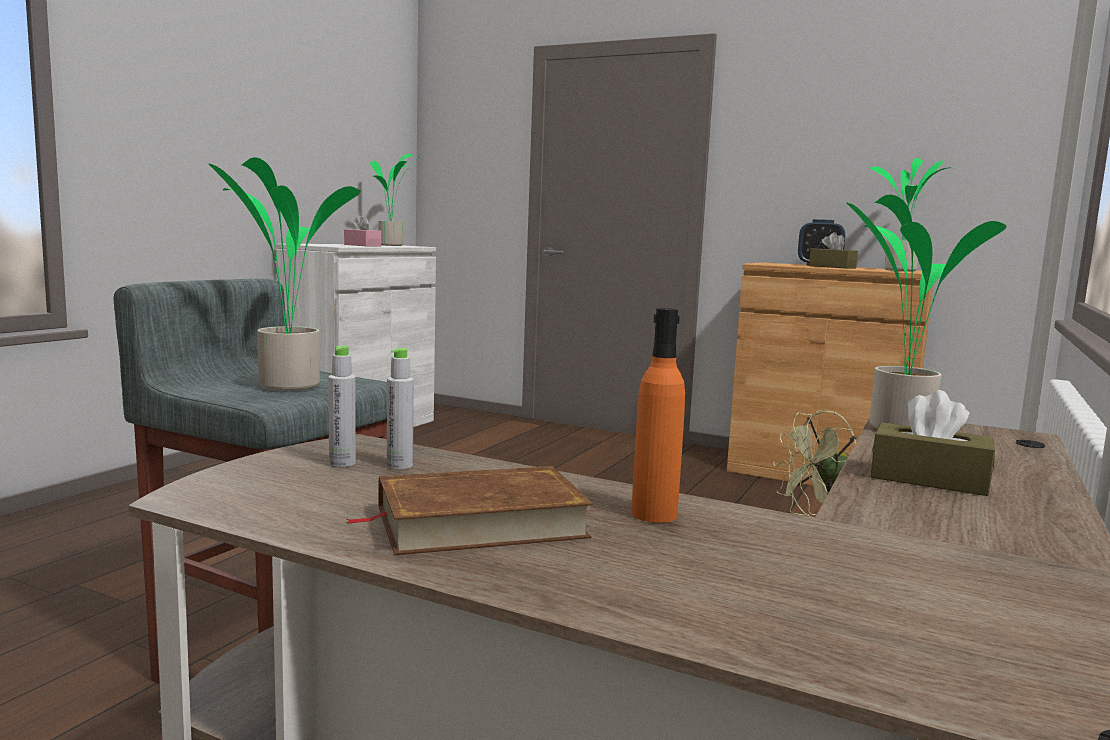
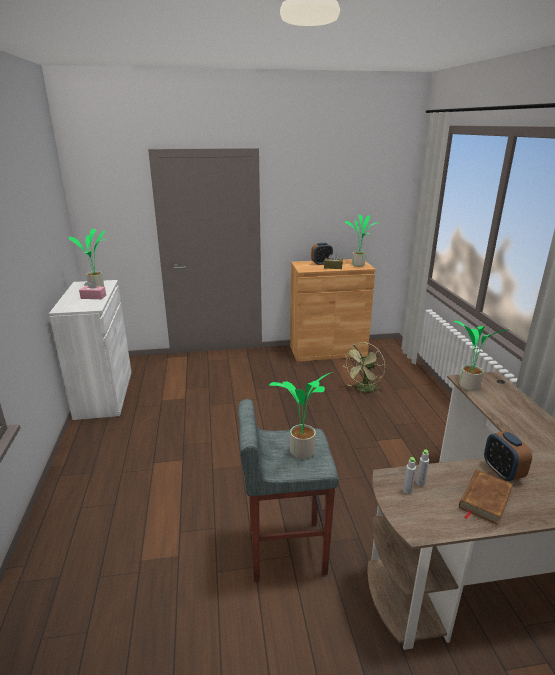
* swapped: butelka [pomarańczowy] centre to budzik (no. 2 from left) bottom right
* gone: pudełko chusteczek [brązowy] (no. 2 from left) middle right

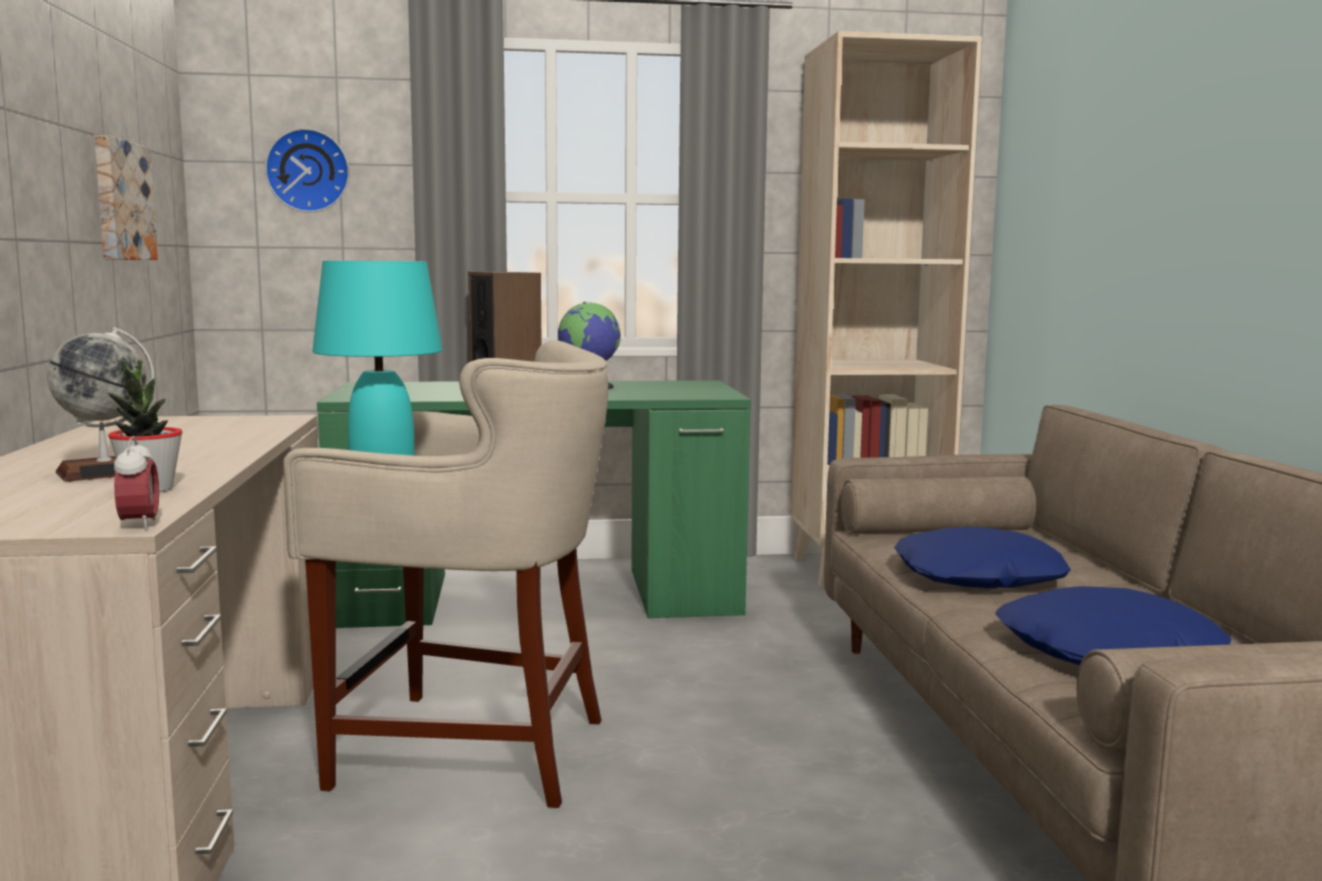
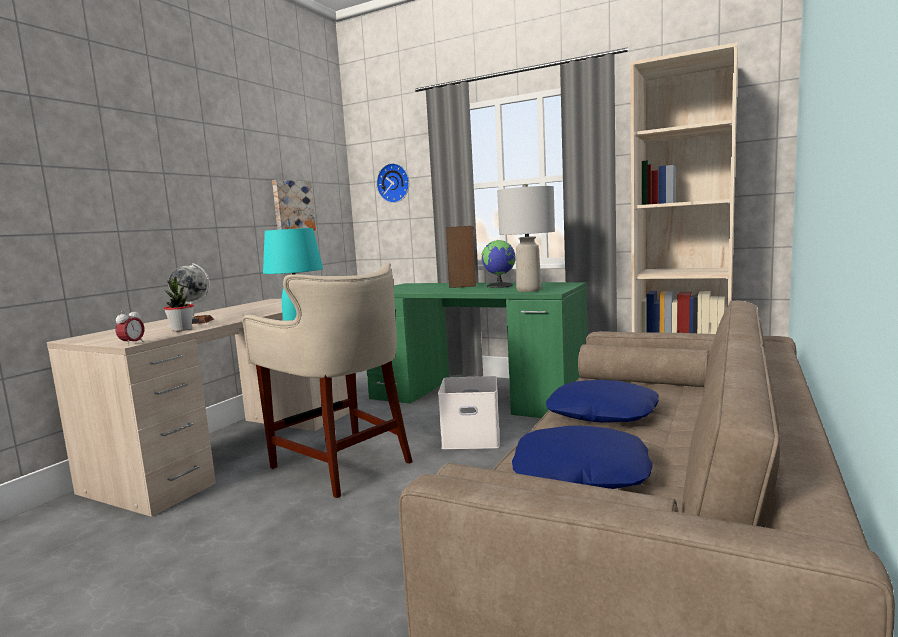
* new: pojemnik do przechowywania [biały] centre
* new: lampa stołowa [szary] centre

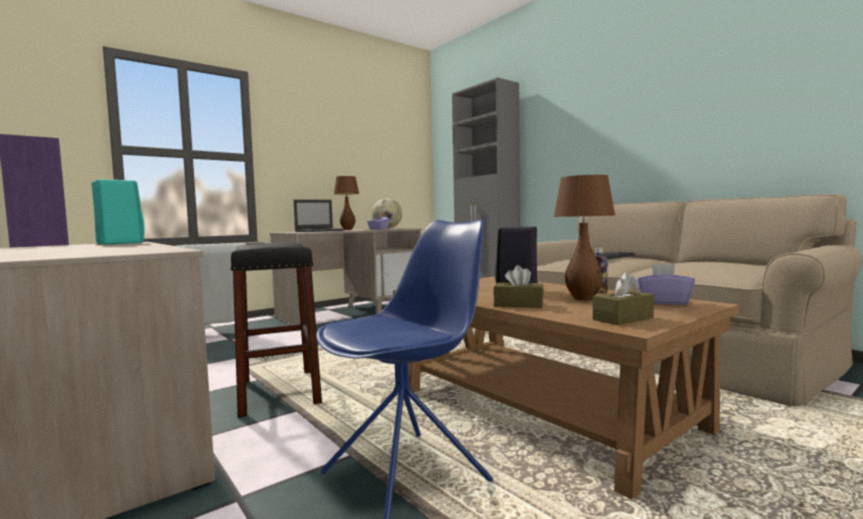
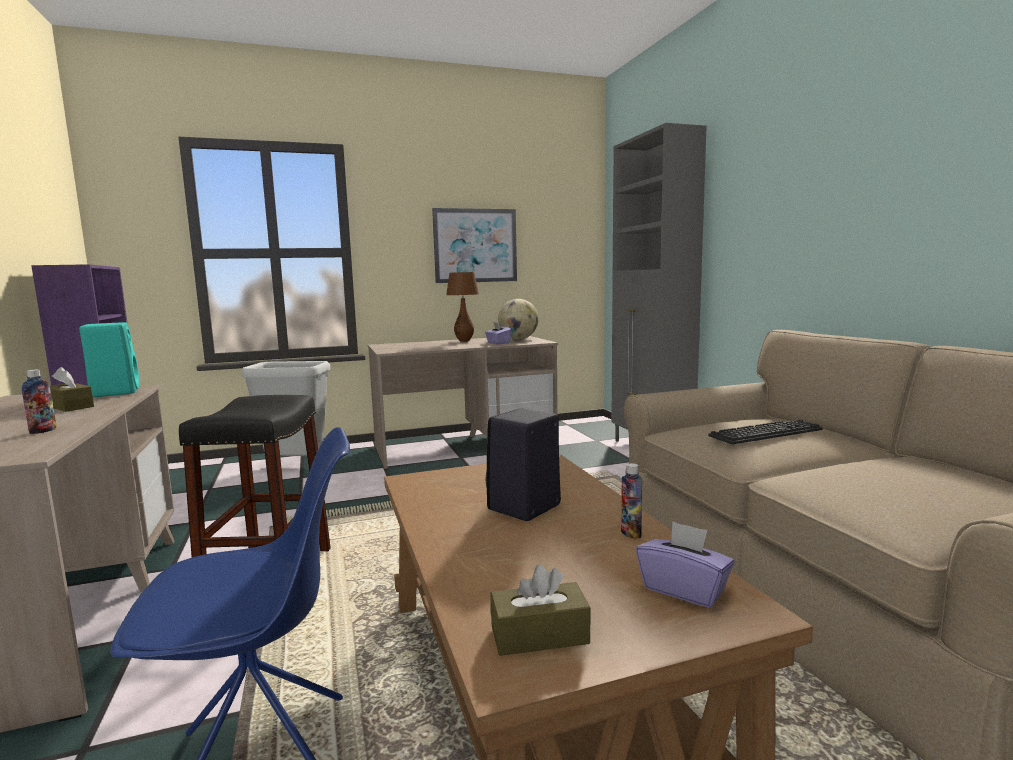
* new: butelka (no. 1 from left) middle left
* shifted: pudełko chusteczek [brązowy] (no. 1 from left) centre to middle left
* new: obraz top centre
* gone: laptop centre
* gone: lampa stołowa [brązowy] (no. 2 from left) middle right

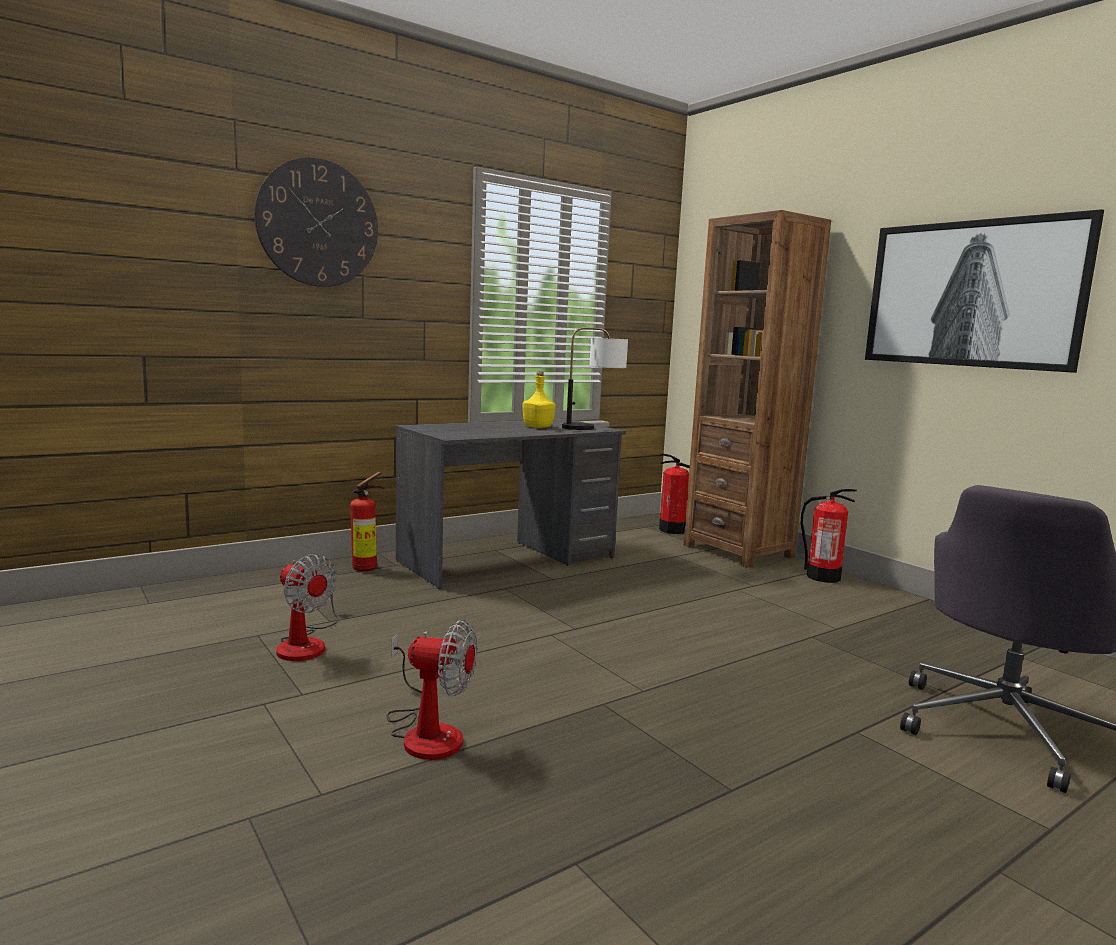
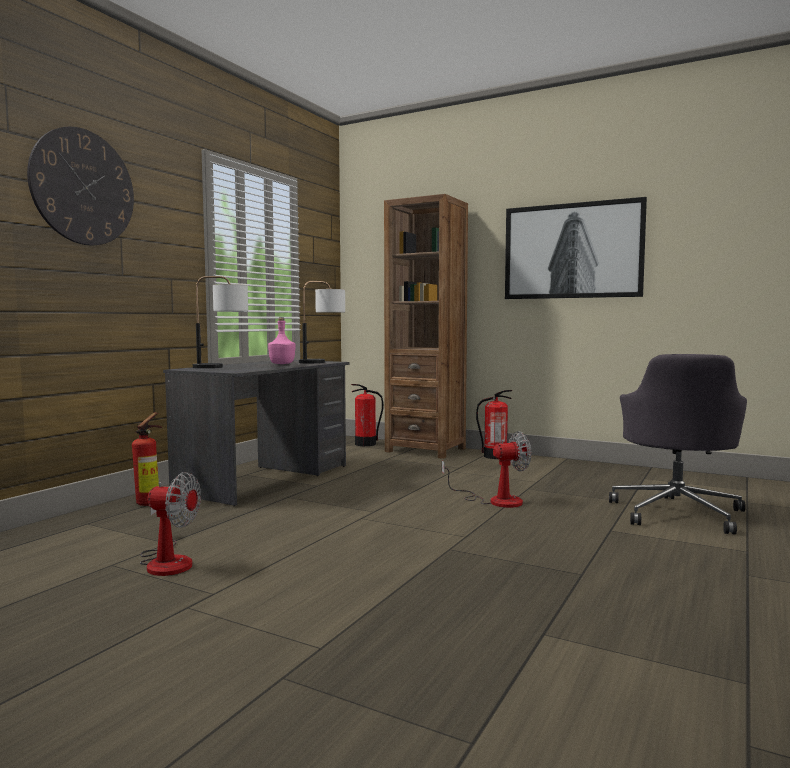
* new: lampa stołowa (no. 1 from left) middle left
* repainted: butelka [żółty] centre to butelka [różowy] centre
* shifted: wentylator (no. 2 from left) bottom centre to centre

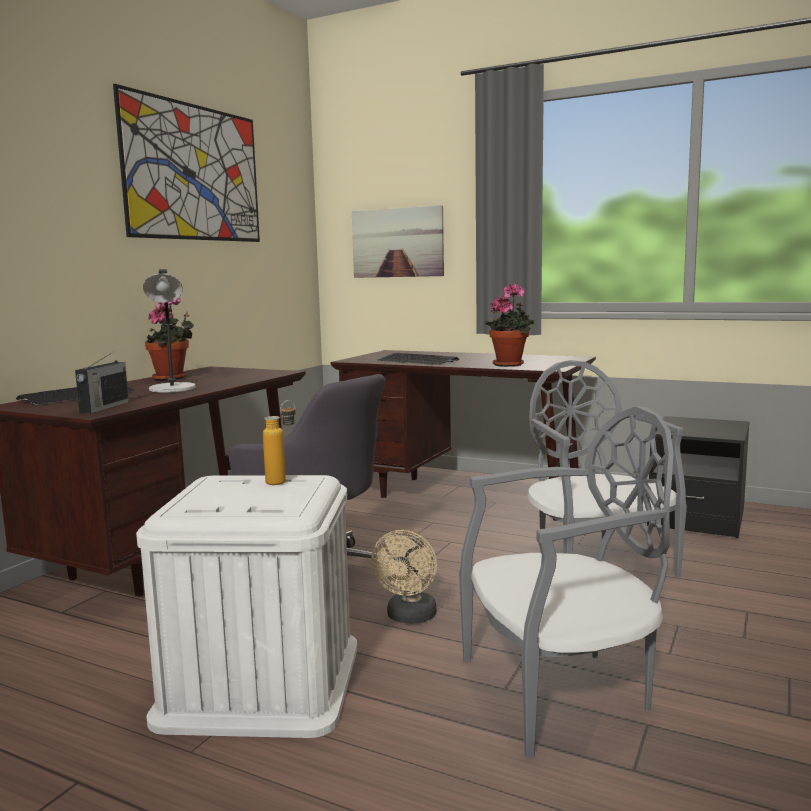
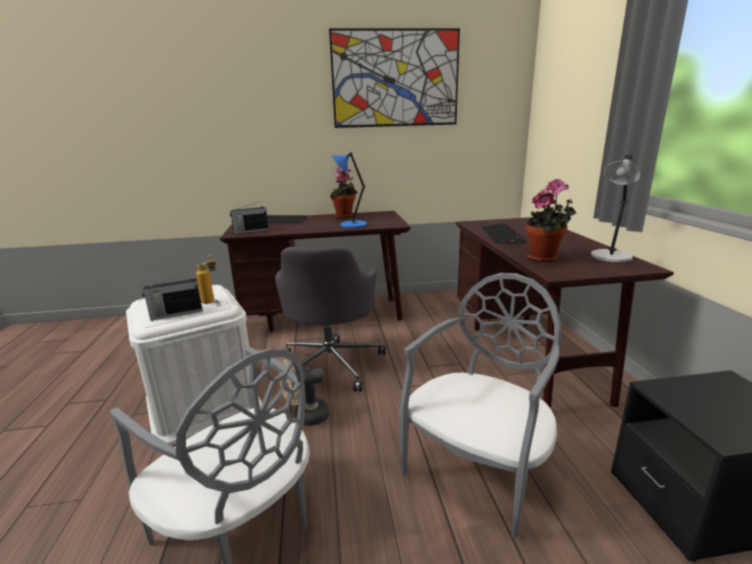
* new: radio (no. 1 from left) middle left
* new: lampa stołowa [niebieski] centre
* shifted: lampa stołowa [szary] middle left to middle right
* gone: obraz (no. 2 from left) top centre

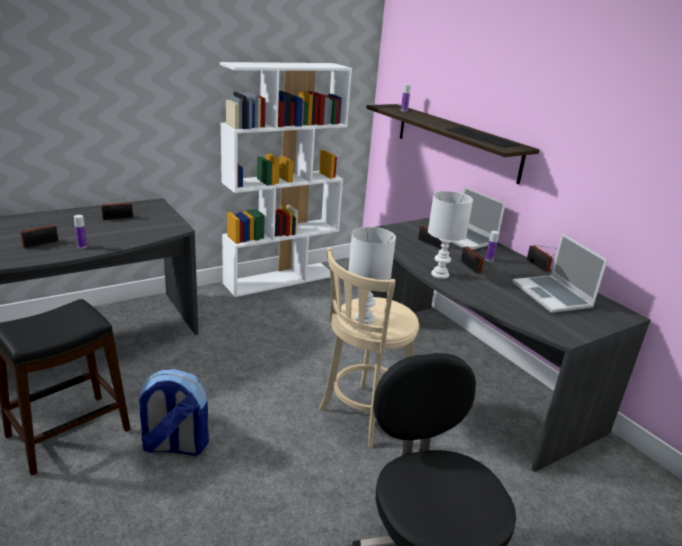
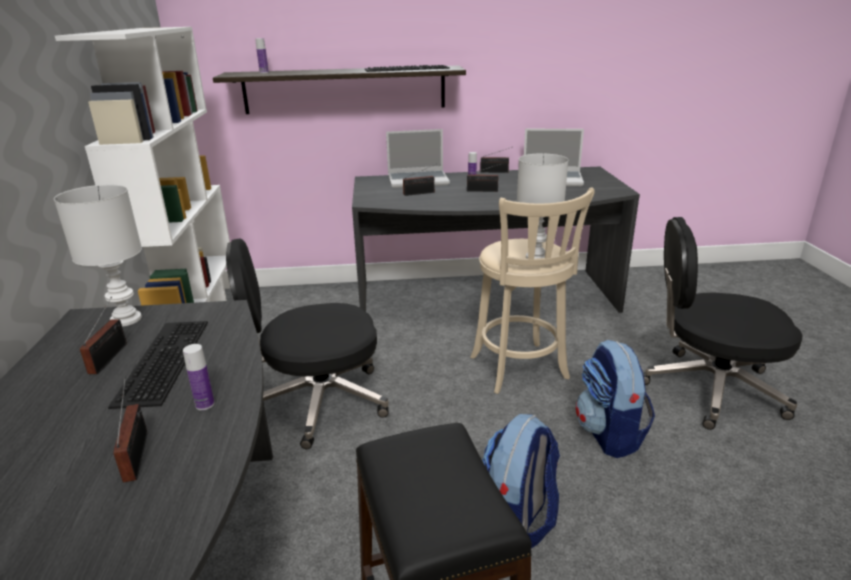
* shifted: lampa stołowa [biały] (no. 2 from left in the first image) centre to lampa stołowa [biały] (no. 1 from left) middle left
* new: klawiatura (no. 1 from left) middle left
* new: krzesło biurowe [czarny] (no. 1 from left) centre
* new: plecak (no. 2 from left) bottom right

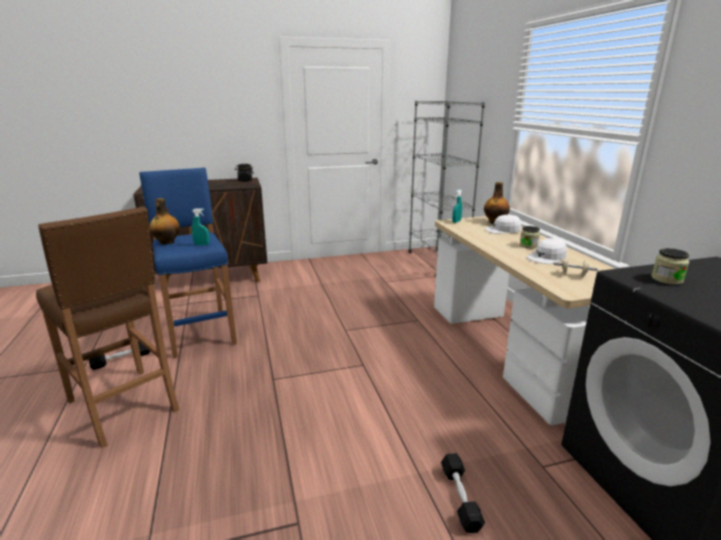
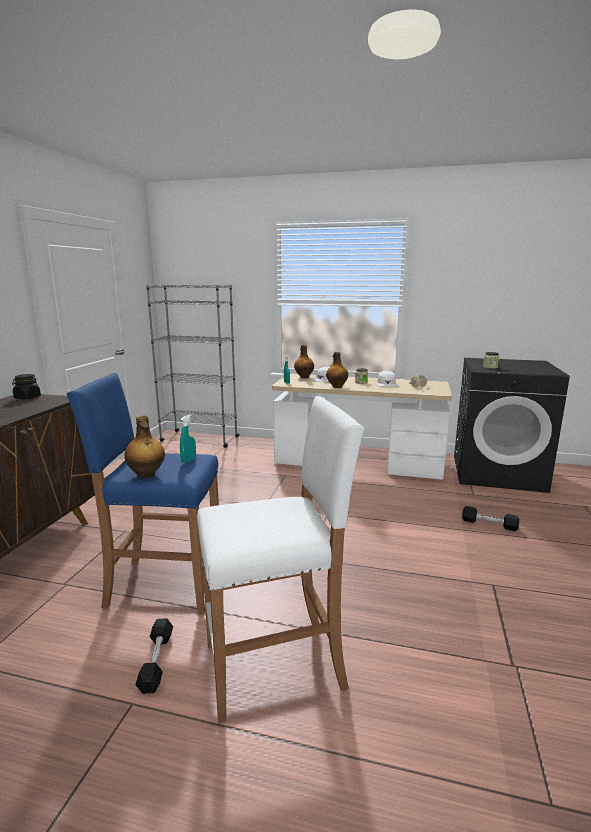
* repainted: stołek [brązowy] middle left to stołek [biały] bottom centre
* new: butelka (no. 3 from left) centre

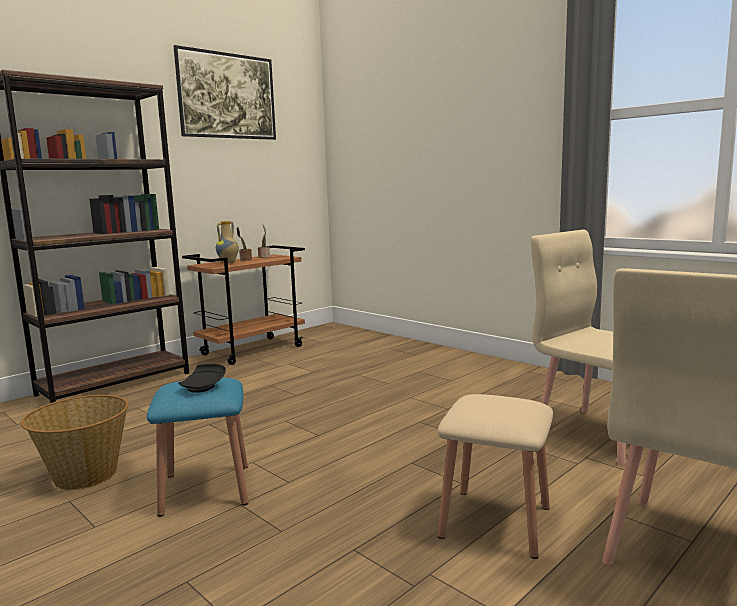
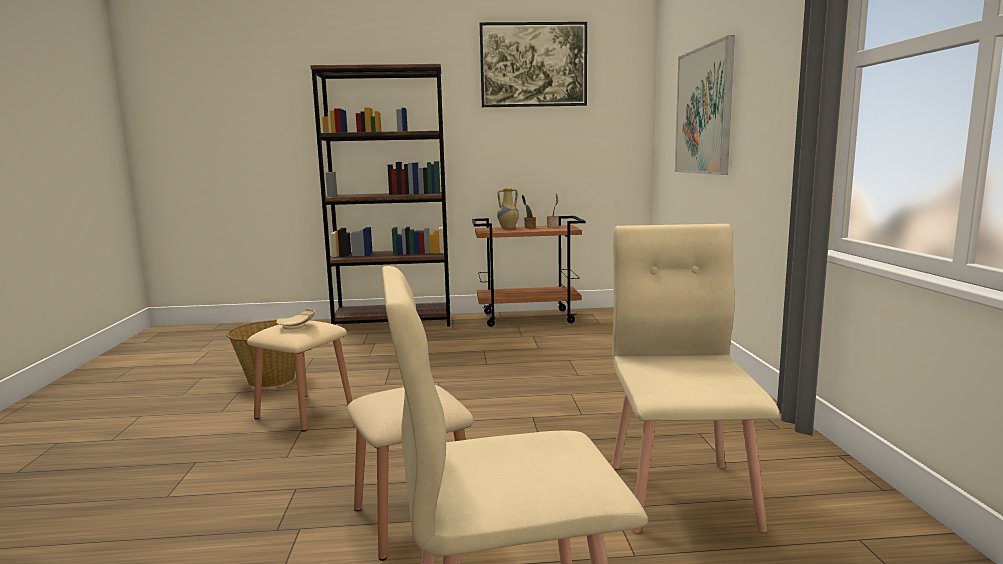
* repainted: stołek [niebieski] bottom left to stołek [beżowy] (no. 1 from left) bottom left
* repainted: talerz [czarny] middle left to talerz [beżowy] middle left
* new: obraz (no. 2 from left) top right

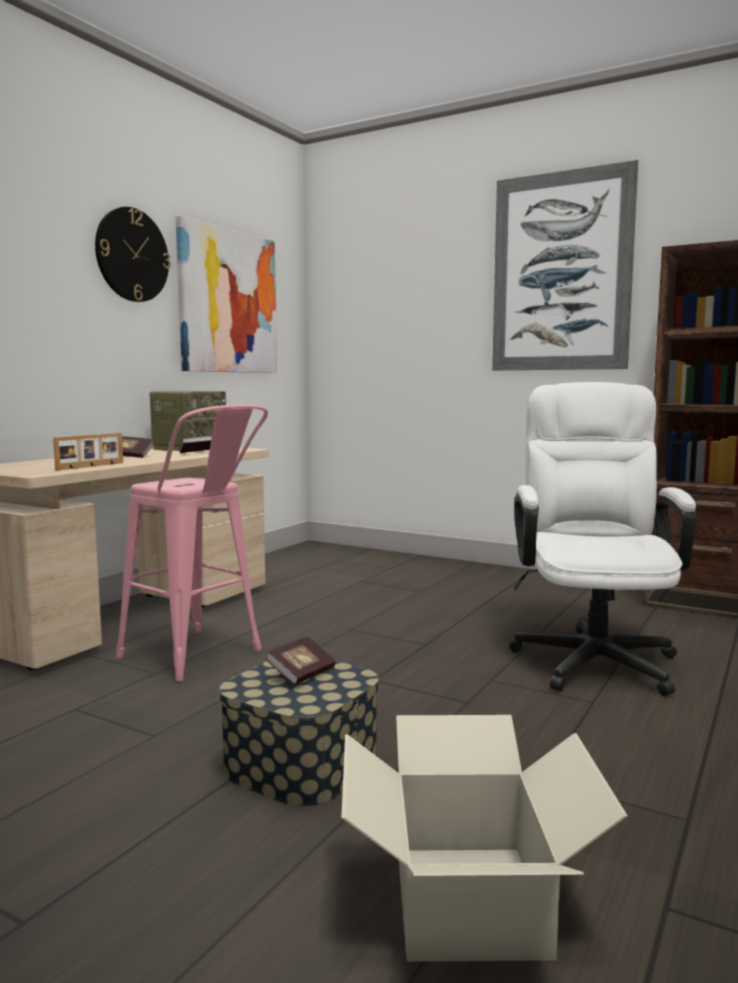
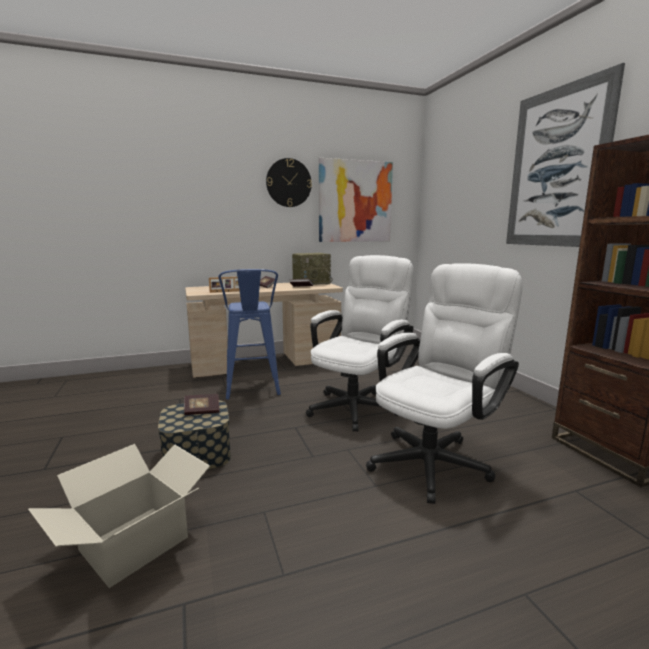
* repainted: stołek [różowy] middle left to stołek [niebieski] centre
* new: krzesło biurowe [biały] (no. 1 from left) centre

